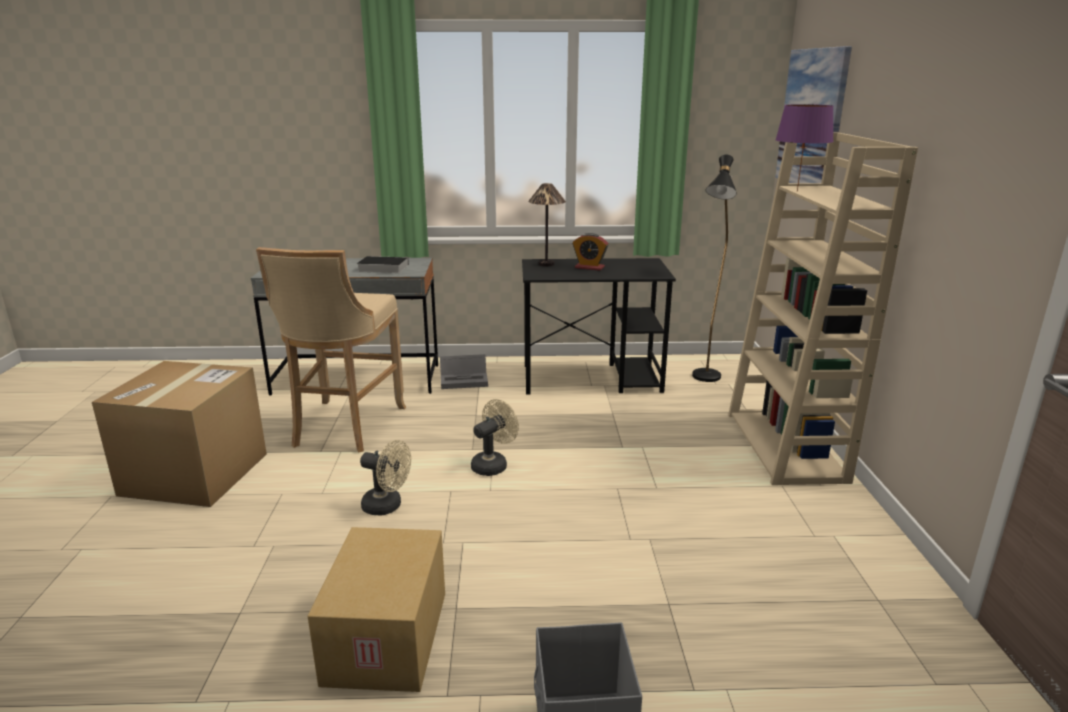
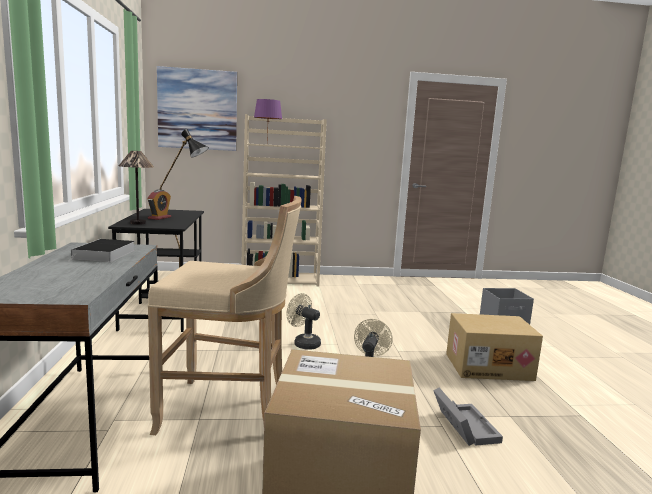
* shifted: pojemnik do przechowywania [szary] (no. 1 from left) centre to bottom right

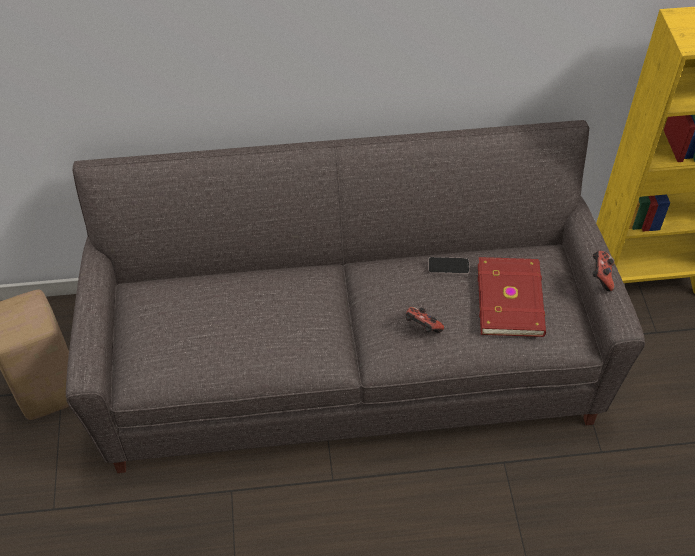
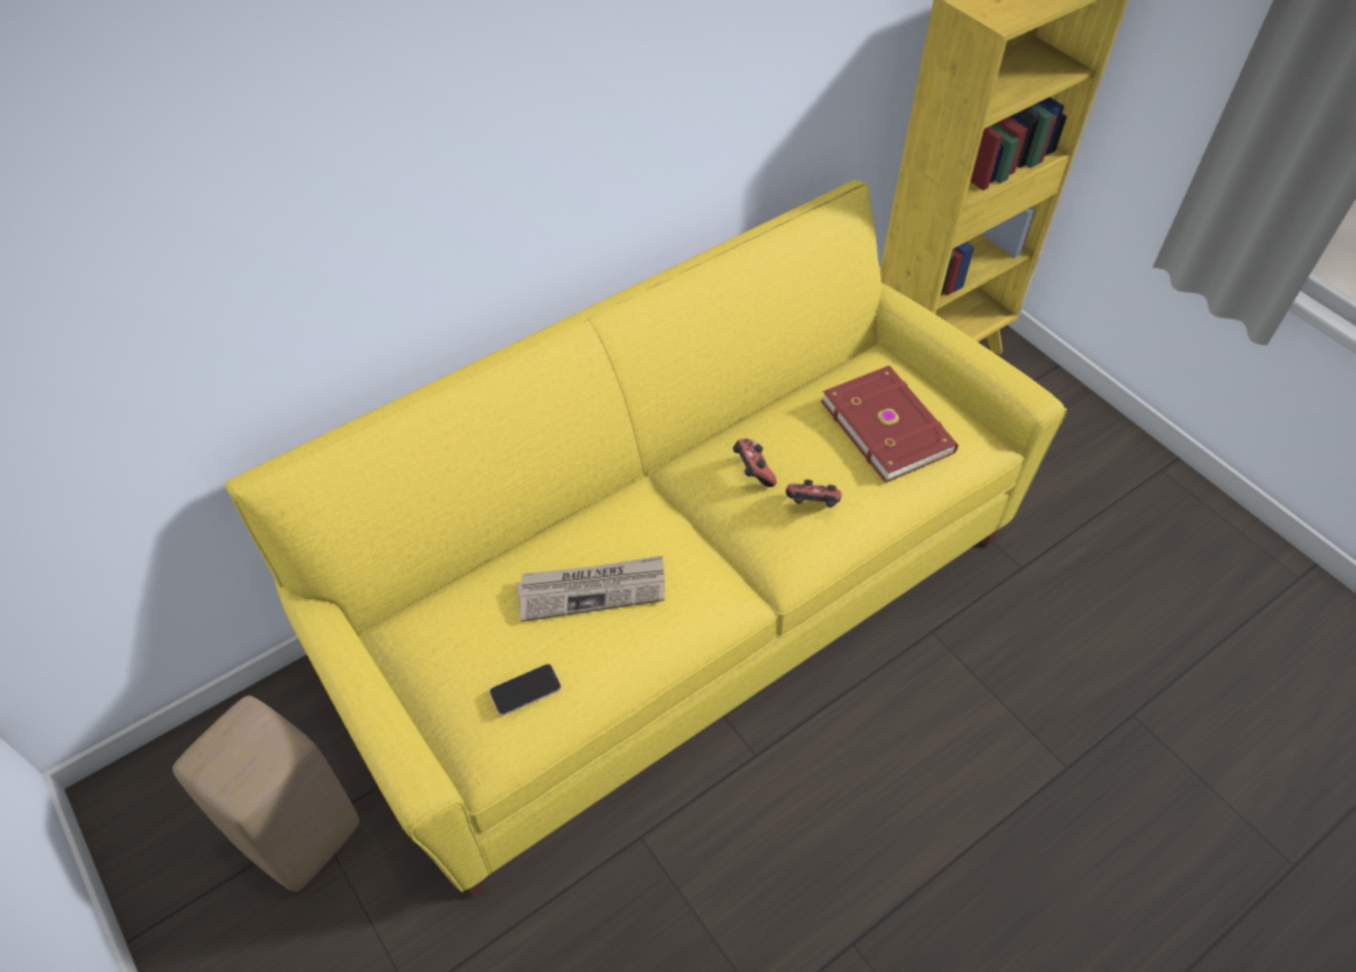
* repainted: kanapa [szary] centre to kanapa [żółty] centre
* shifted: telefon centre to bottom centre
* new: gazeta centre
* shifted: pad do gier (no. 2 from left in the first image) middle right to pad do gier (no. 1 from left) centre

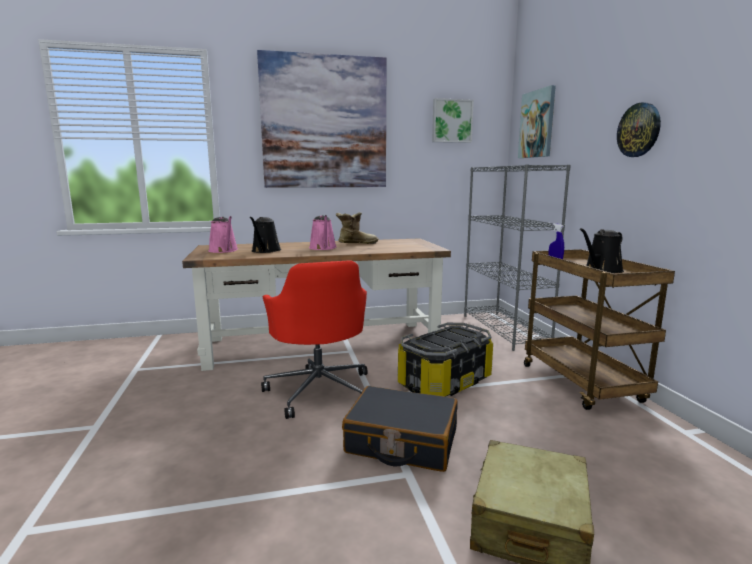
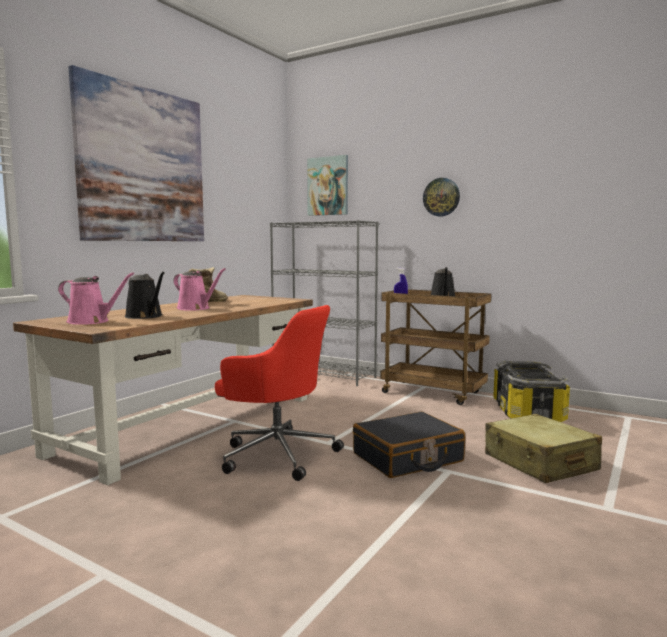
* shifted: pojemnik do przechowywania centre to middle right
* gone: obraz (no. 2 from left) top centre

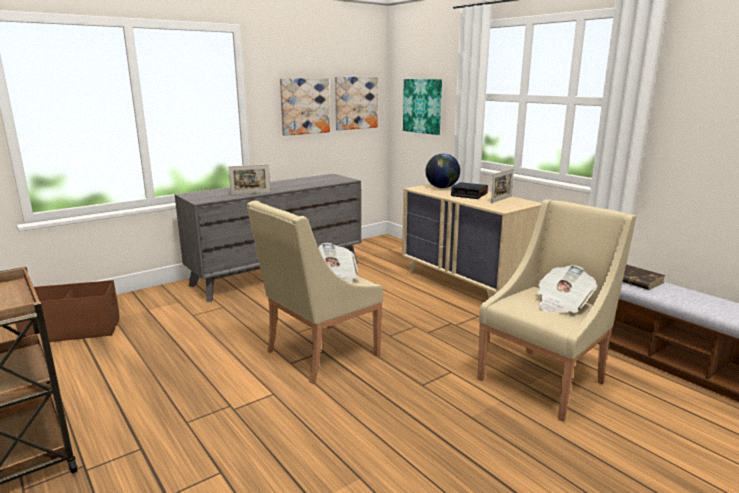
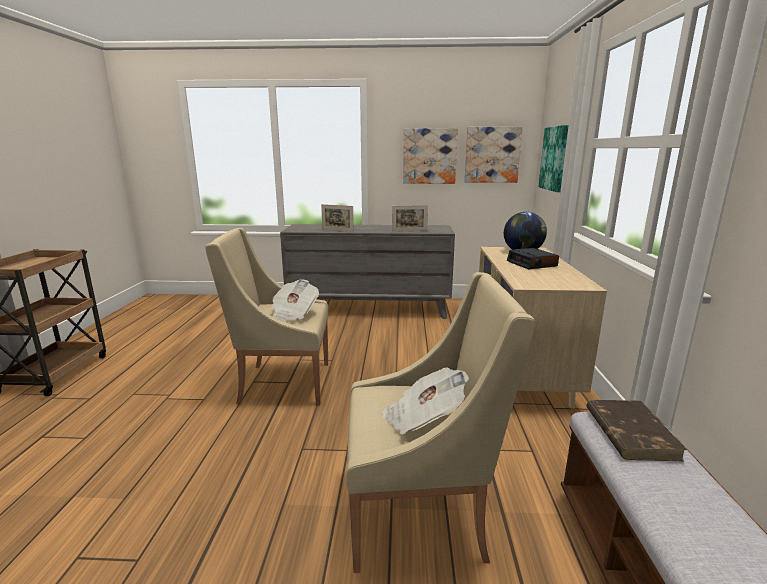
* shifted: ramka na zdjęcie (no. 2 from left) middle right to centre
* gone: pojemnik do przechowywania [brązowy] middle left

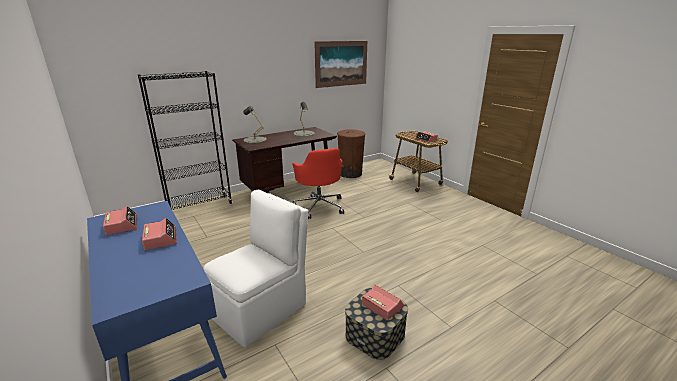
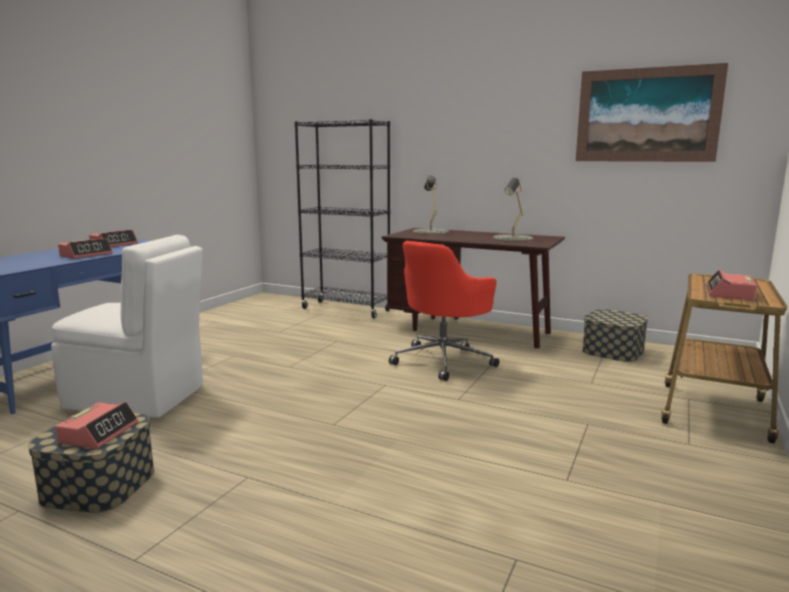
* swapped: kosz na śmieci [brązowy] centre to pojemnik do przechowywania (no. 2 from left) middle right

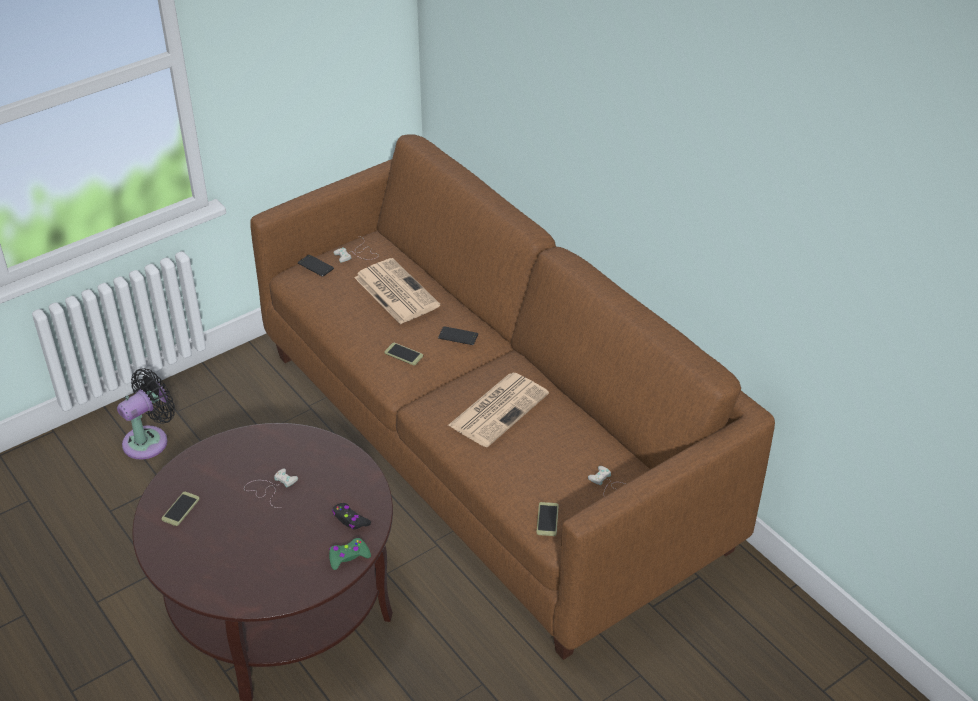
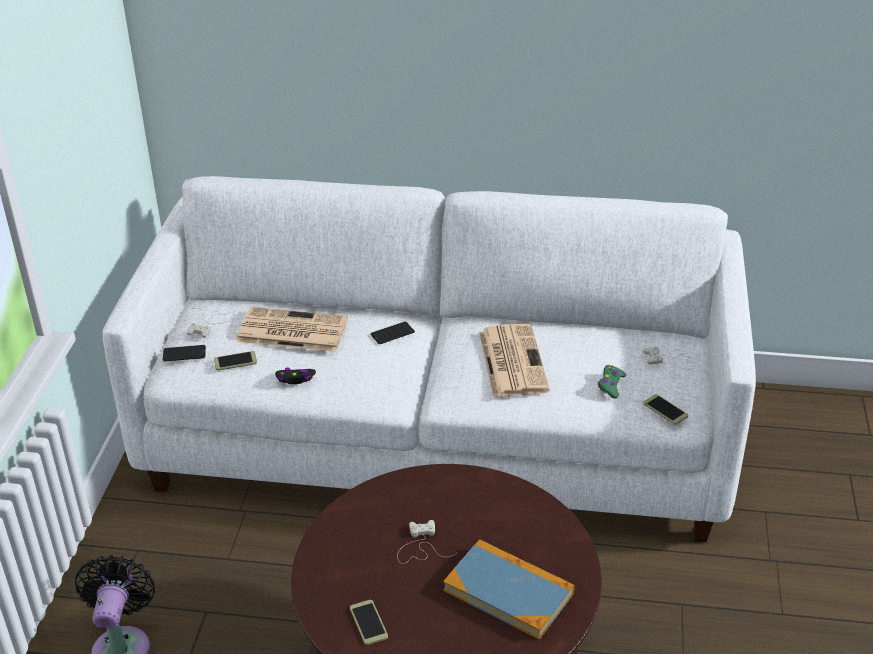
* repainted: kanapa [brązowy] centre to kanapa [biały] centre
* shifted: telefon (no. 3 from left in the first image) centre to telefon (no. 2 from left) middle left
* shifted: pad do gier [czarny] bottom centre to centre
* new: książka bottom centre
* shifted: pad do gier [zielony] bottom centre to middle right

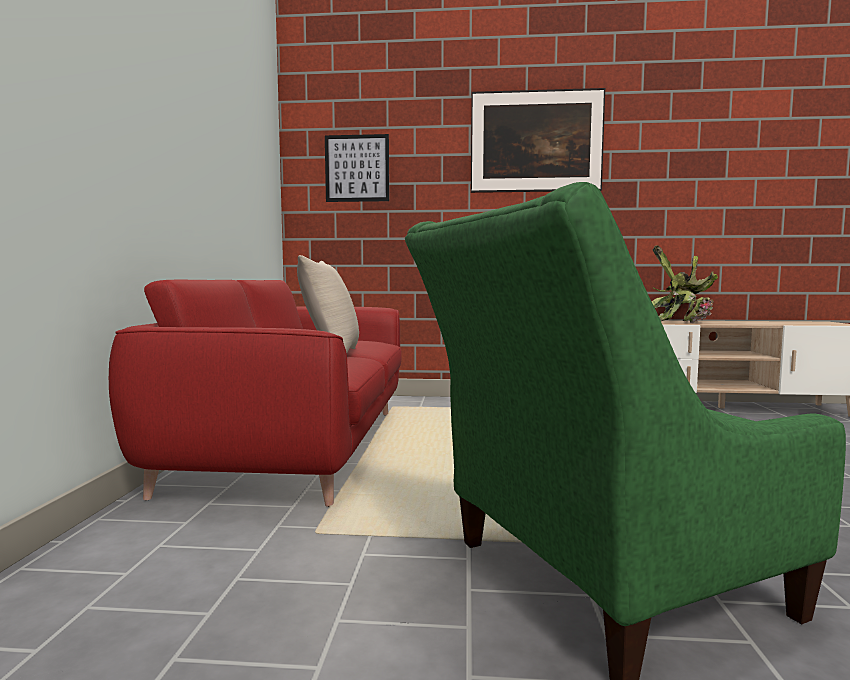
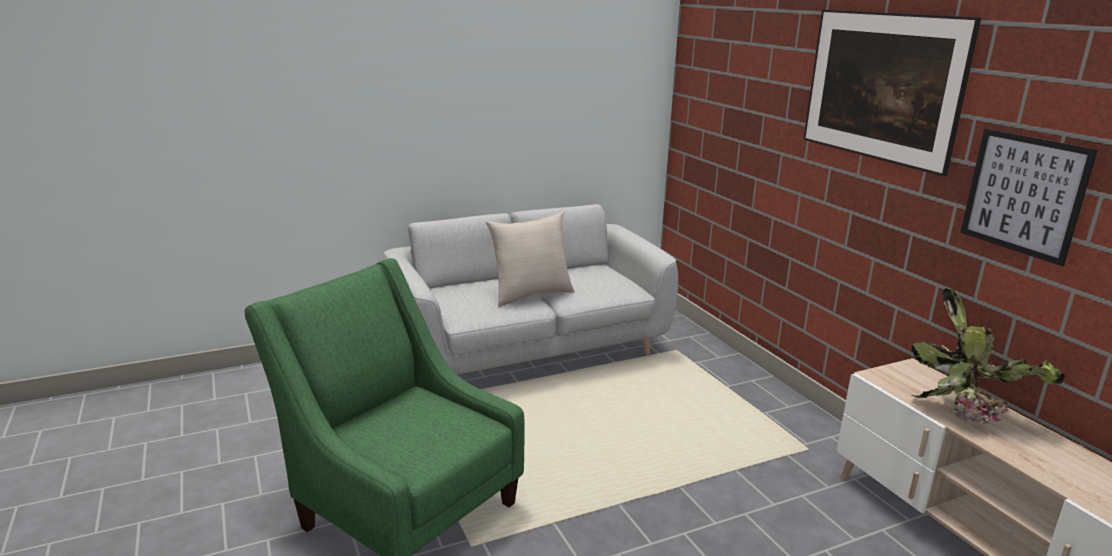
* repainted: kanapa [czerwony] middle left to kanapa [szary] centre
* shifted: obraz (no. 1 from left in the first image) top centre to obraz (no. 2 from left) middle right

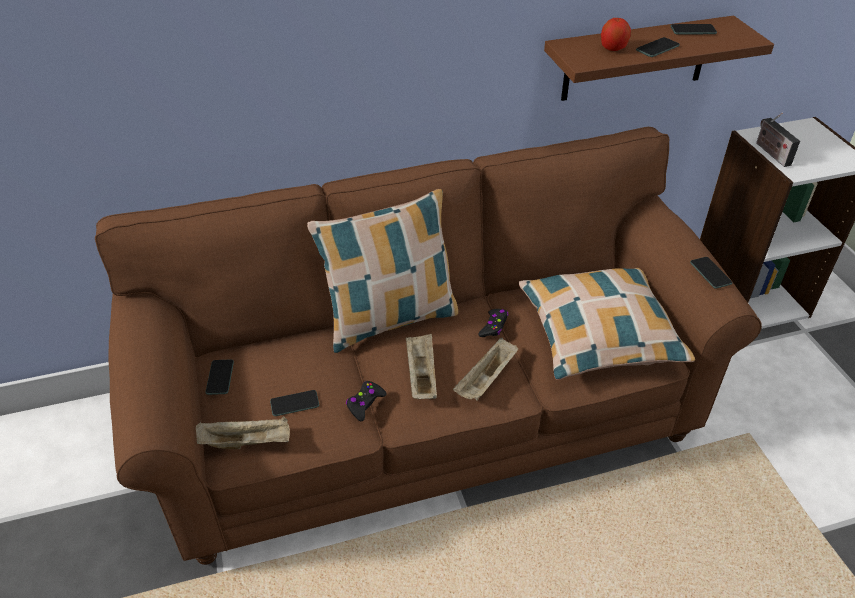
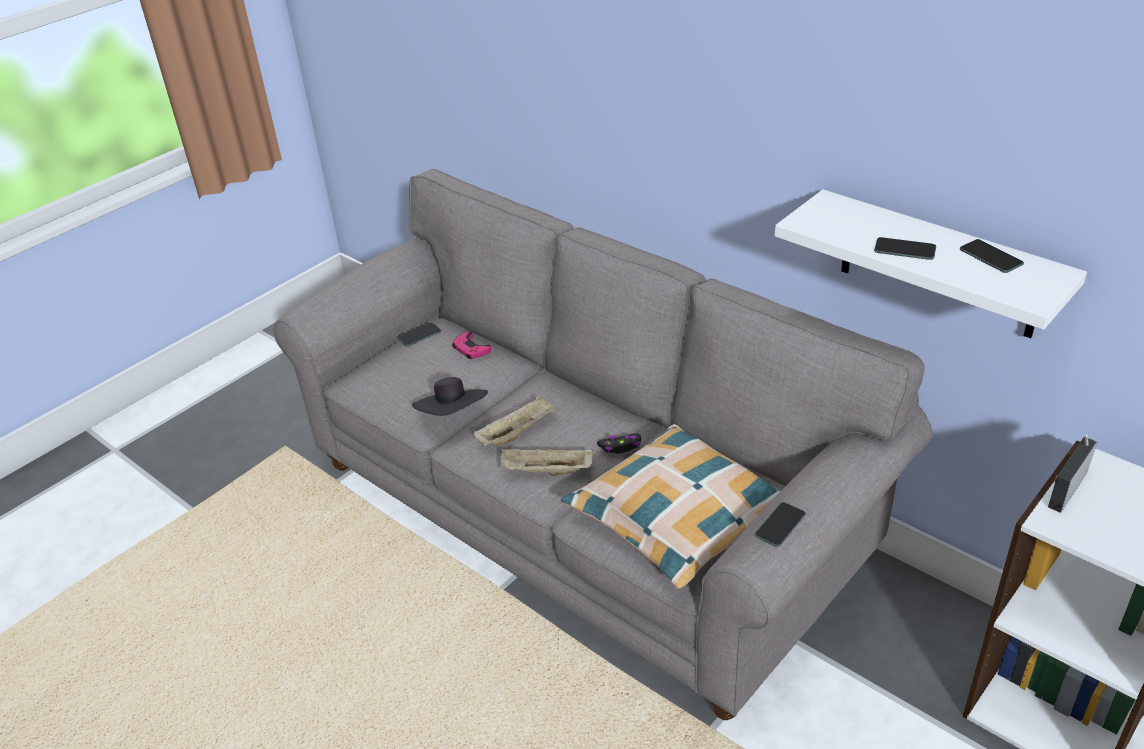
* repainted: kanapa [brązowy] centre to kanapa [szary] centre
* swapped: pad do gier [czarny] (no. 1 from left) bottom centre to kapelusz [czarny] centre
* new: pad do gier [różowy] centre
* repainted: półka [brązowy] top right to półka [biały] middle right
* gone: taca [beżowy] (no. 1 from left) bottom left
* gone: telefon (no. 2 from left) bottom centre
* gone: poduszka (no. 1 from left) centre
* gone: jabłko top right

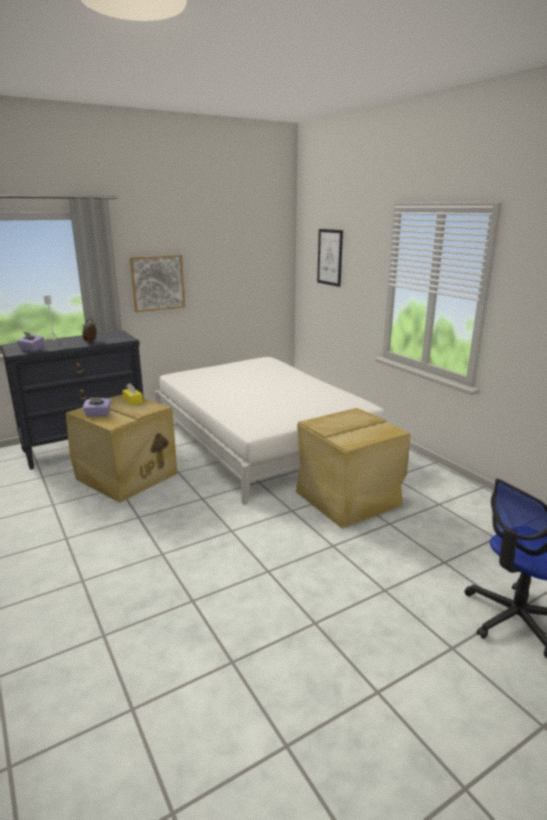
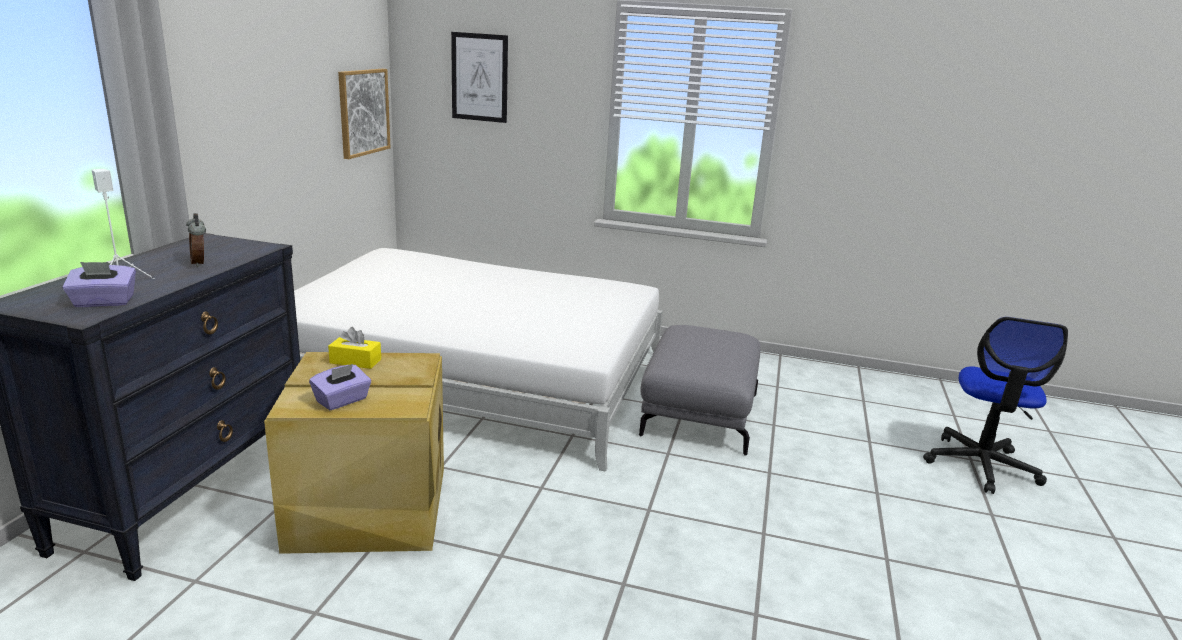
* shifted: obraz (no. 1 from left) middle left to top left
* swapped: pojemnik do przechowywania [beżowy] (no. 2 from left) centre to pufa [szary] centre

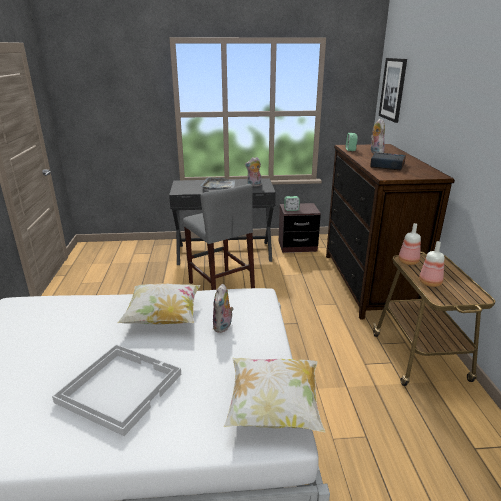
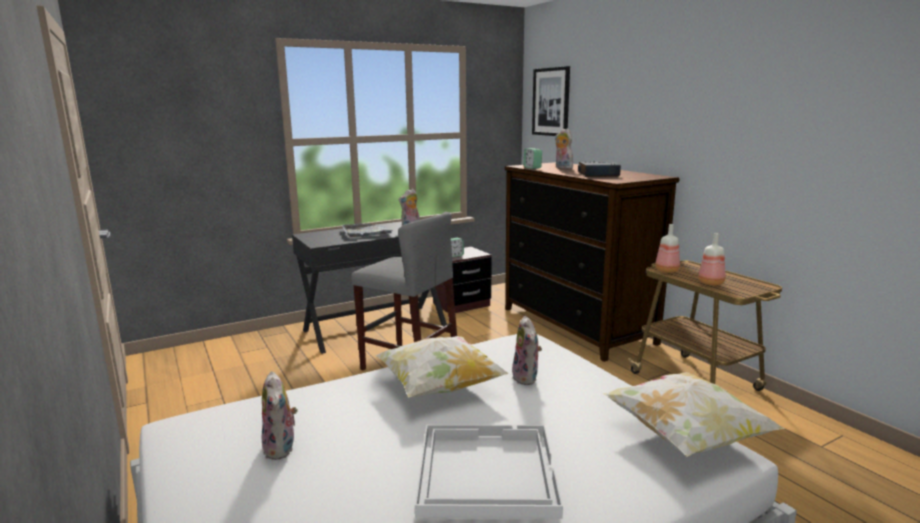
* new: pluszak (no. 1 from left) bottom left

